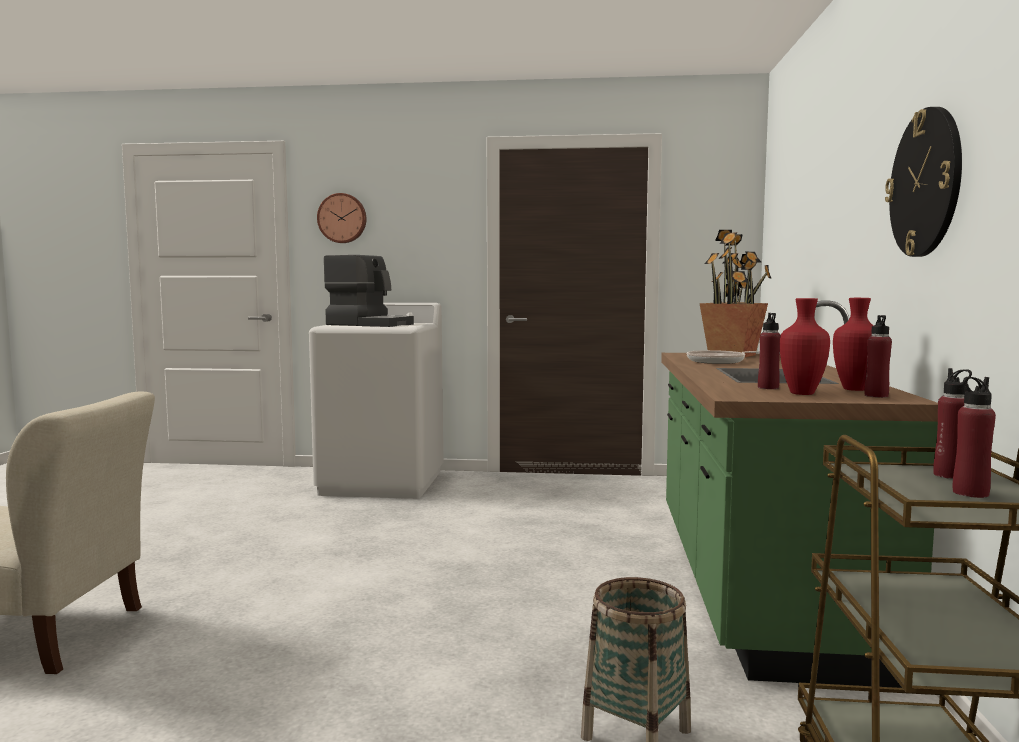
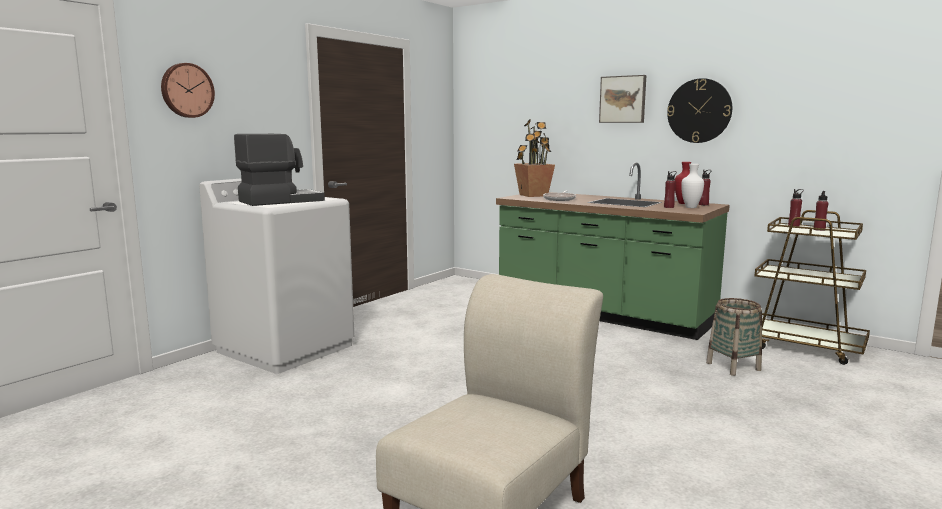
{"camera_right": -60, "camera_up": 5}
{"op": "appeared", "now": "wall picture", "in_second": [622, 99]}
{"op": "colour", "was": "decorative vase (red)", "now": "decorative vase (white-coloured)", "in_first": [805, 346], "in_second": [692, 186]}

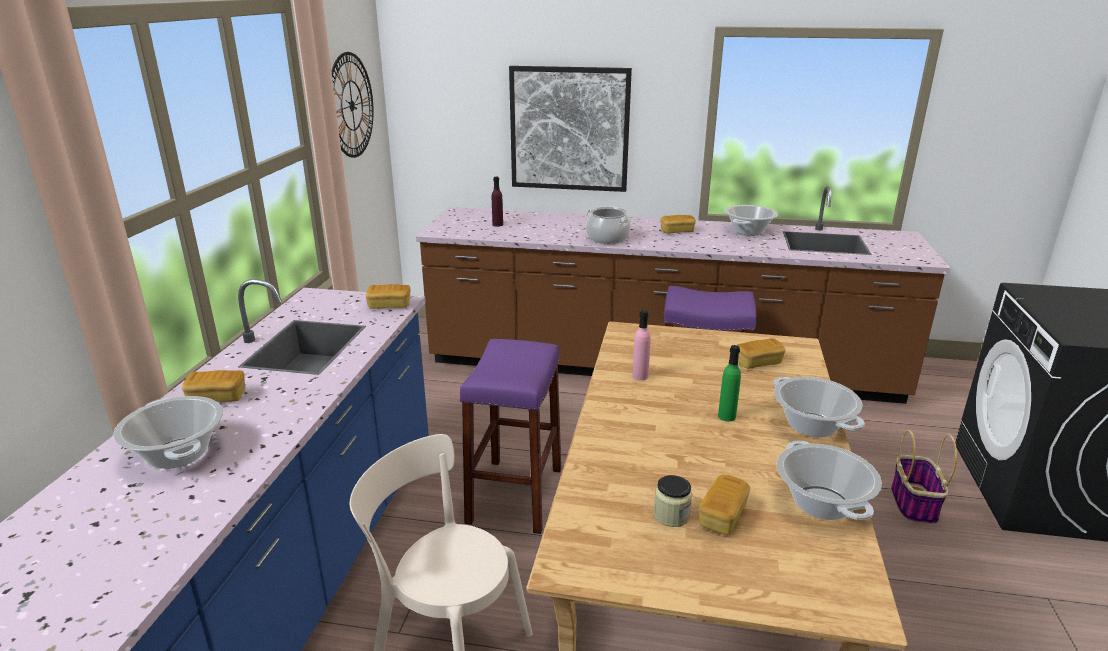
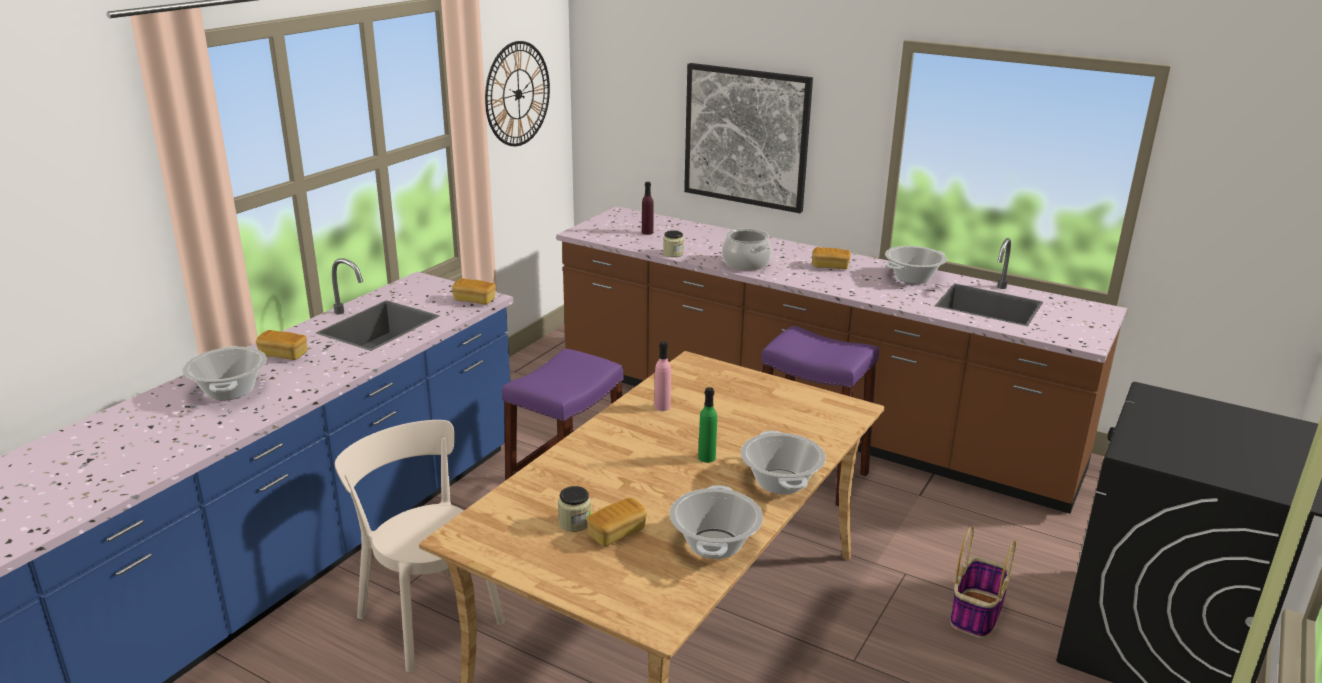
{"camera_right": 20, "camera_up": 0}
{"op": "appeared", "now": "storage jar", "in_second": [673, 243]}
{"op": "missing", "was": "bread", "in_first": [761, 353]}

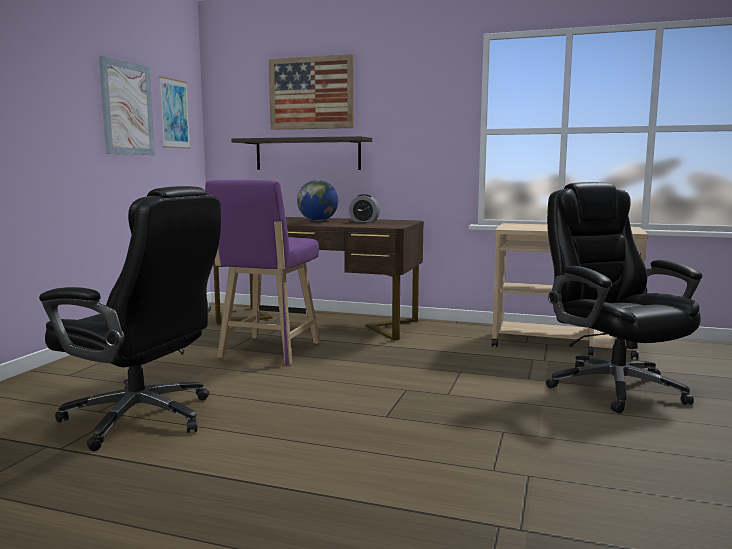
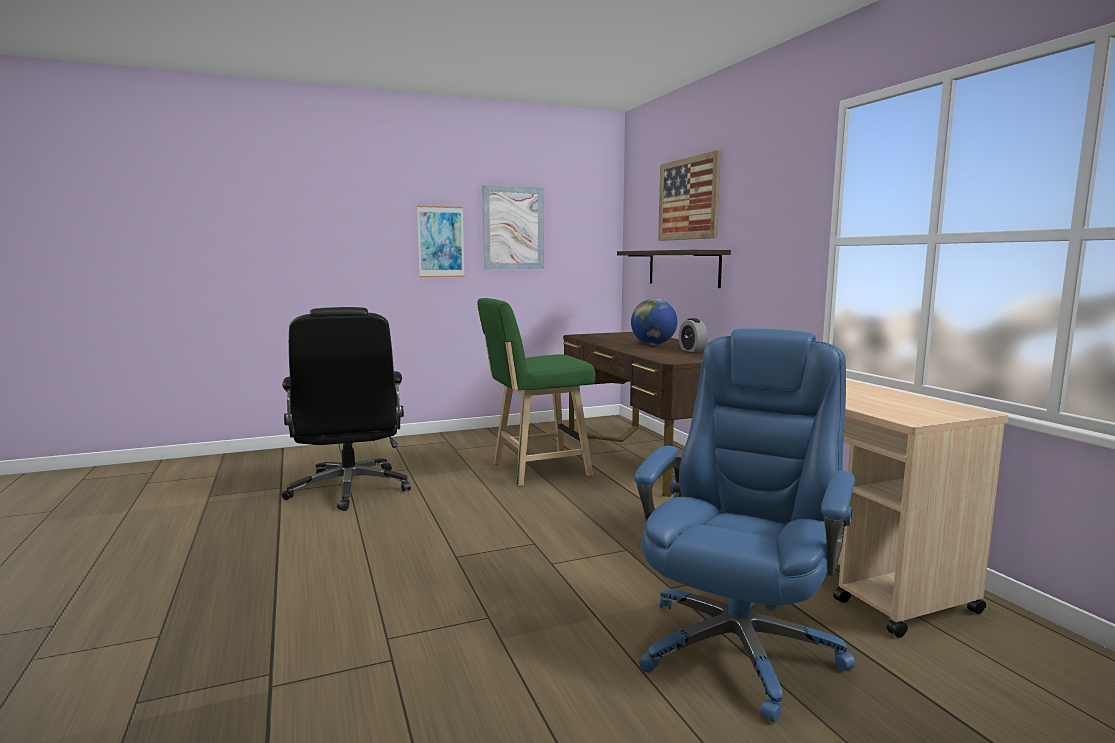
{"camera_right": 50, "camera_up": 0}
{"op": "relocated", "was": "wall picture", "in_first": [175, 112], "in_second": [441, 241]}
{"op": "colour", "was": "sitting stool (purplish)", "now": "sitting stool (green-coloured)", "in_first": [262, 272], "in_second": [536, 392]}
{"op": "colour", "was": "computer chair (black-coloured)", "now": "computer chair (blue-coloured)", "in_first": [624, 298], "in_second": [744, 525]}

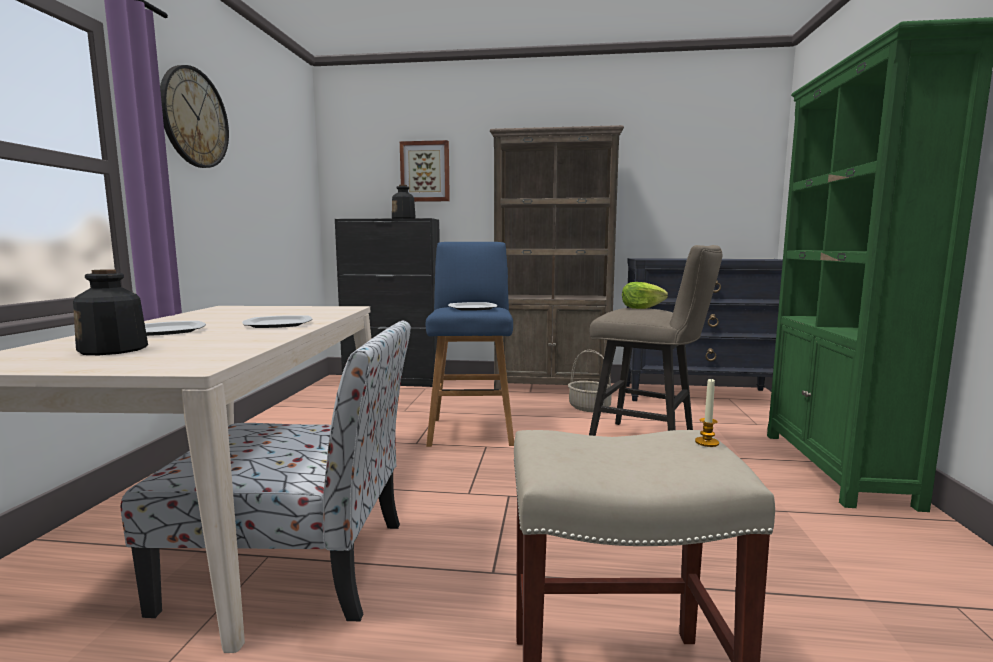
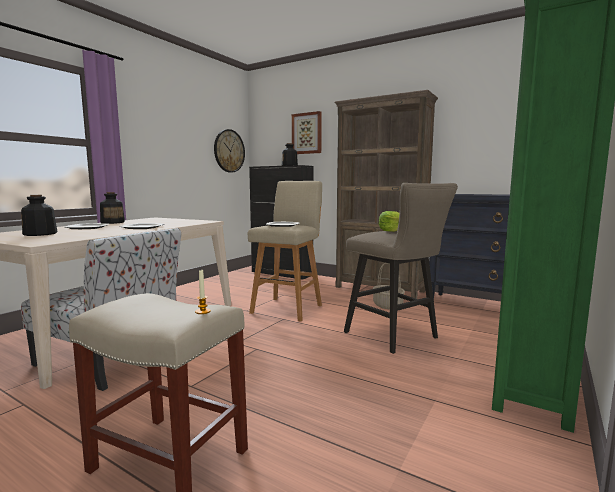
{"camera_right": 25, "camera_up": 0}
{"op": "appeared", "now": "drink bottle", "in_second": [112, 208]}
{"op": "relocated", "was": "clock on the wall", "in_first": [194, 116], "in_second": [229, 151]}
{"op": "colour", "was": "sitting stool (blue-coloured)", "now": "sitting stool (sand-coloured)", "in_first": [470, 344], "in_second": [285, 251]}

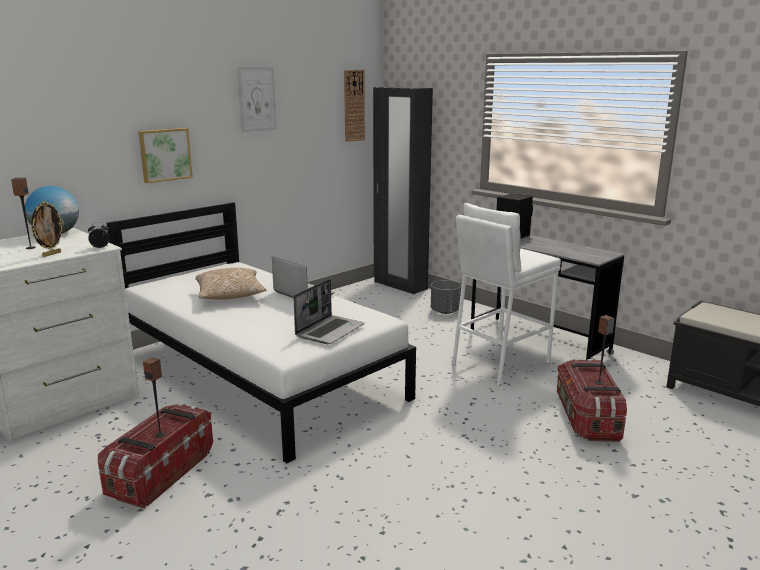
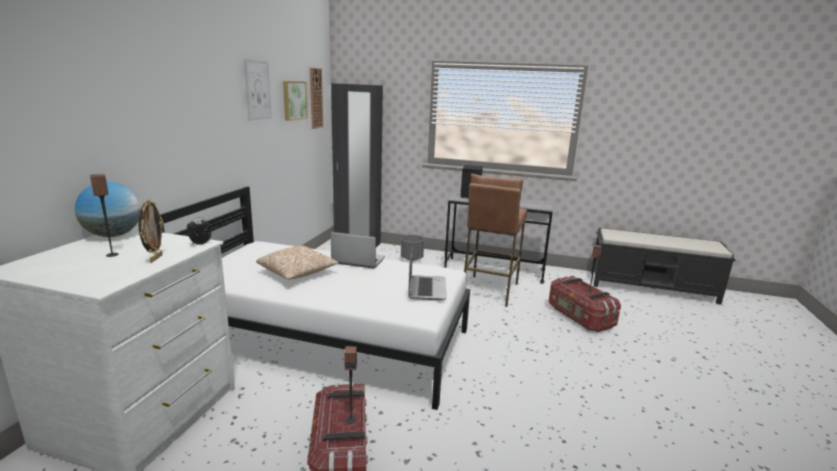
{"camera_right": -30, "camera_up": 0}
{"op": "relocated", "was": "wall picture", "in_first": [165, 155], "in_second": [295, 101]}
{"op": "colour", "was": "sitting stool (white-coloured)", "now": "sitting stool (brown)", "in_first": [506, 294], "in_second": [495, 240]}

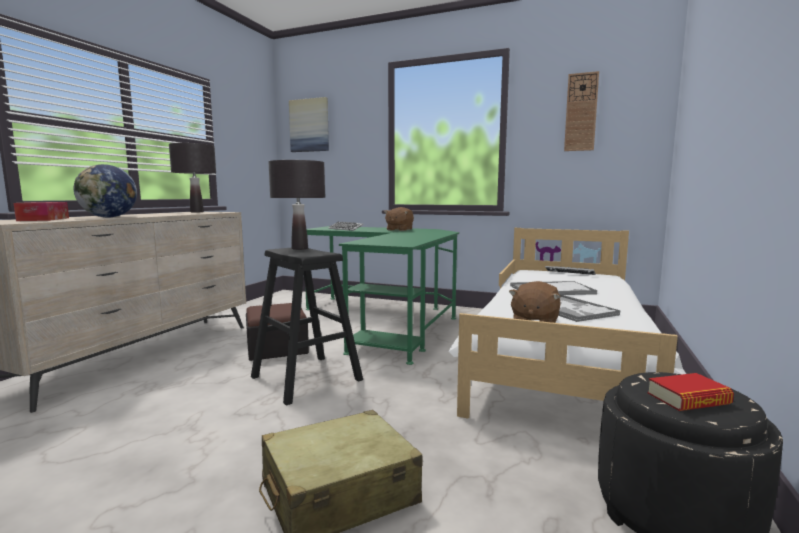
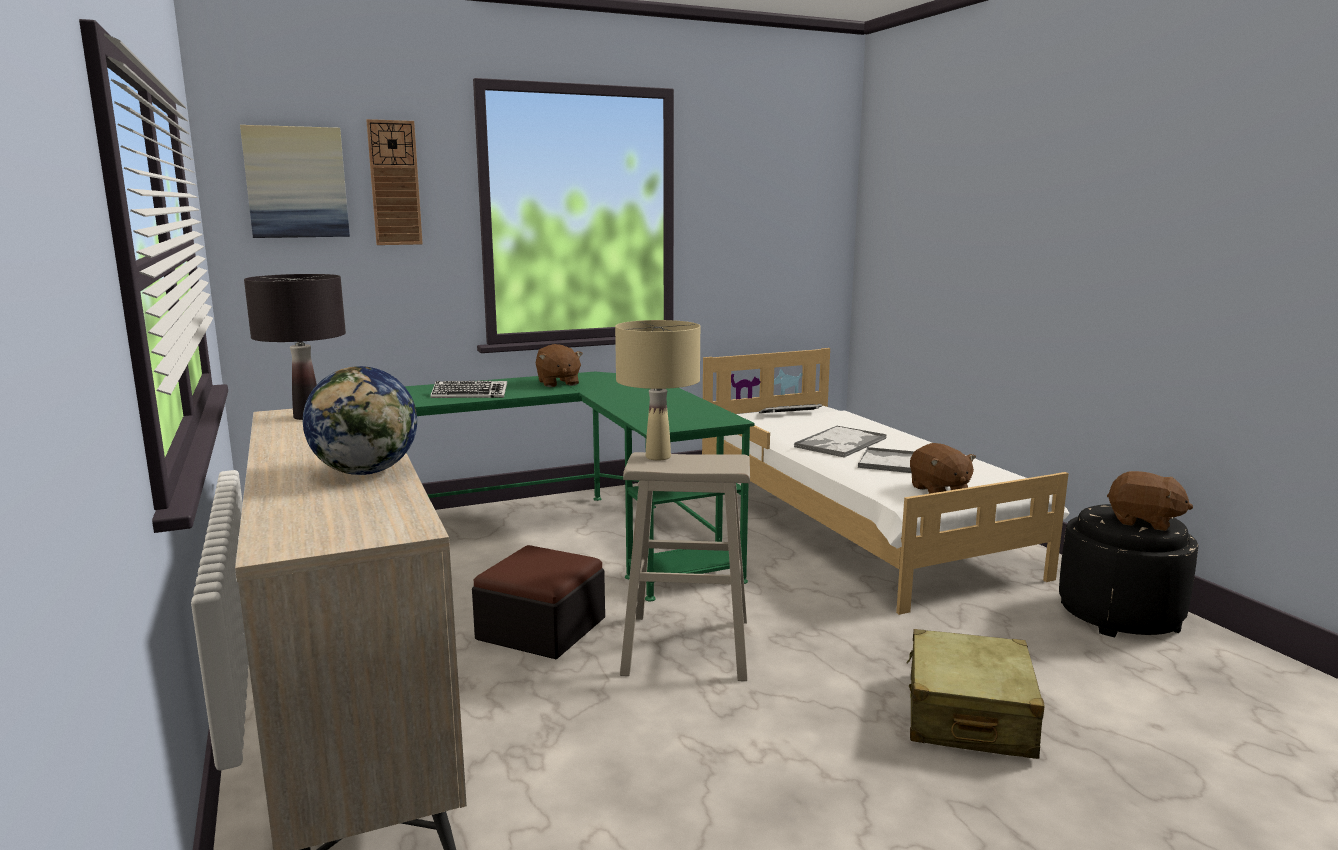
{"camera_right": -45, "camera_up": 5}
{"op": "relocated", "was": "clock on the wall", "in_first": [581, 111], "in_second": [394, 182]}
{"op": "colour", "was": "table lamp (black-coloured)", "now": "table lamp (sand-coloured)", "in_first": [296, 205], "in_second": [657, 390]}
{"op": "colour", "was": "sitting stool (black-coloured)", "now": "sitting stool (sand-coloured)", "in_first": [307, 327], "in_second": [685, 566]}
{"op": "exchanged", "was": "book", "now": "plush toy (brown)", "in_first": [690, 392], "in_second": [1150, 501]}
{"op": "missing", "was": "box of tissues", "in_first": [41, 211]}

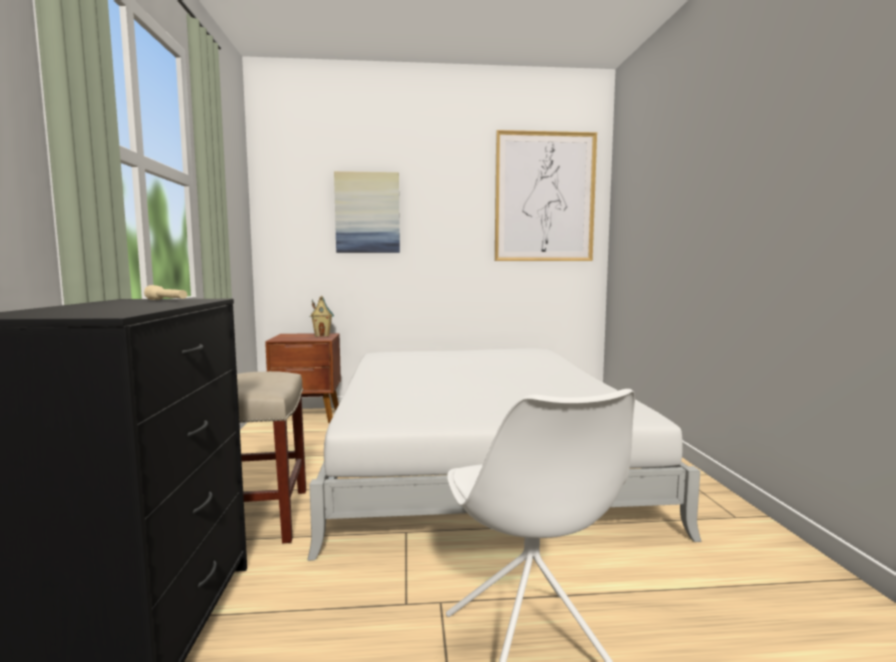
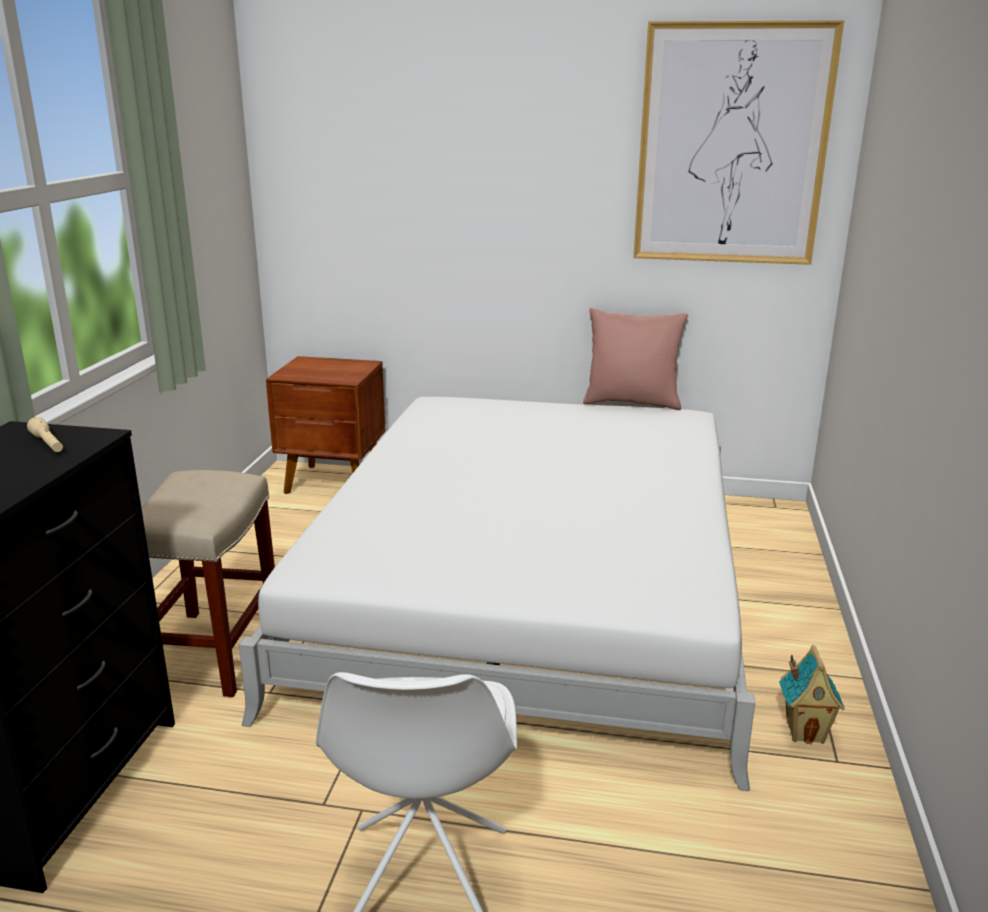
{"camera_right": 15, "camera_up": 15}
{"op": "appeared", "now": "pillow (pink-coloured)", "in_second": [635, 359]}
{"op": "relocated", "was": "toy house", "in_first": [322, 316], "in_second": [812, 694]}
{"op": "missing", "was": "wall picture", "in_first": [367, 212]}

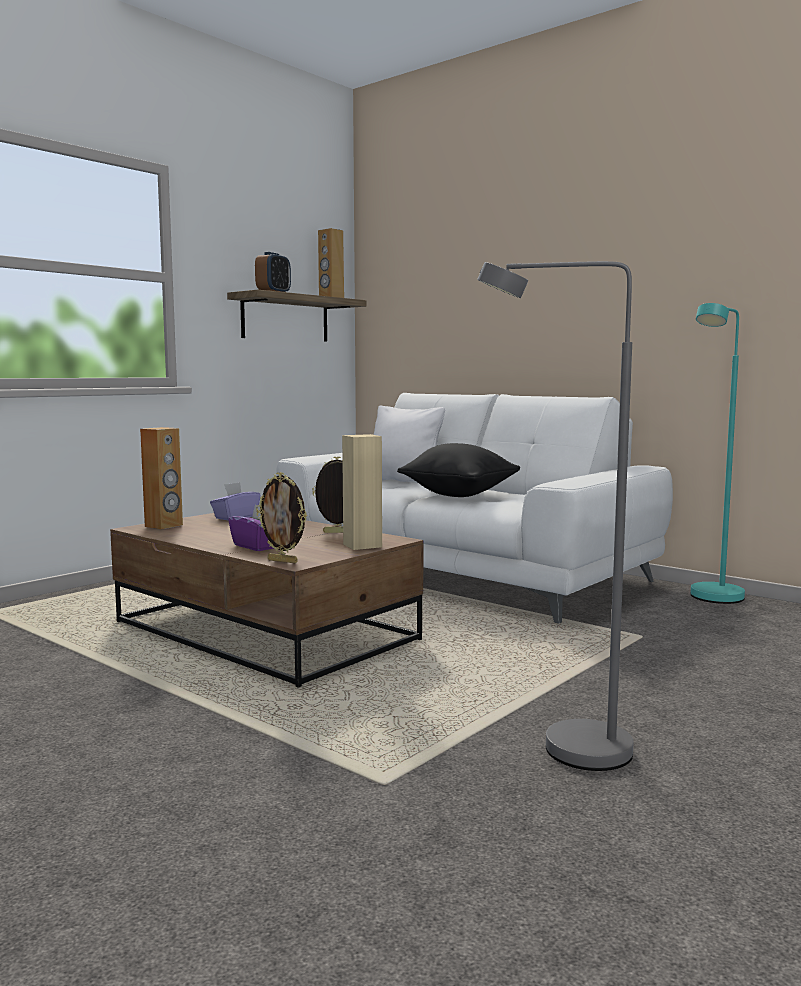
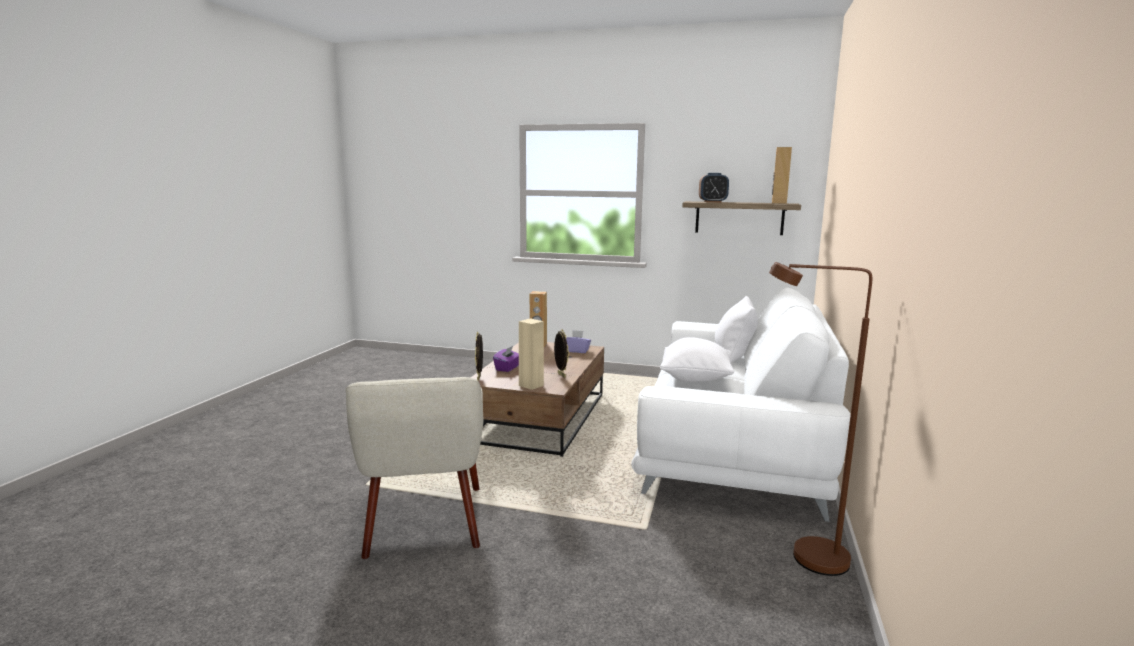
{"camera_right": 65, "camera_up": 5}
{"op": "exchanged", "was": "standing lamp (gray)", "now": "lounge chair (sand-coloured)", "in_first": [555, 516], "in_second": [414, 468]}
{"op": "colour", "was": "pillow (black-coloured)", "now": "pillow (white-coloured)", "in_first": [458, 470], "in_second": [697, 359]}
{"op": "colour", "was": "standing lamp (turquoise-coloured)", "now": "standing lamp (brown)", "in_first": [718, 453], "in_second": [820, 419]}

